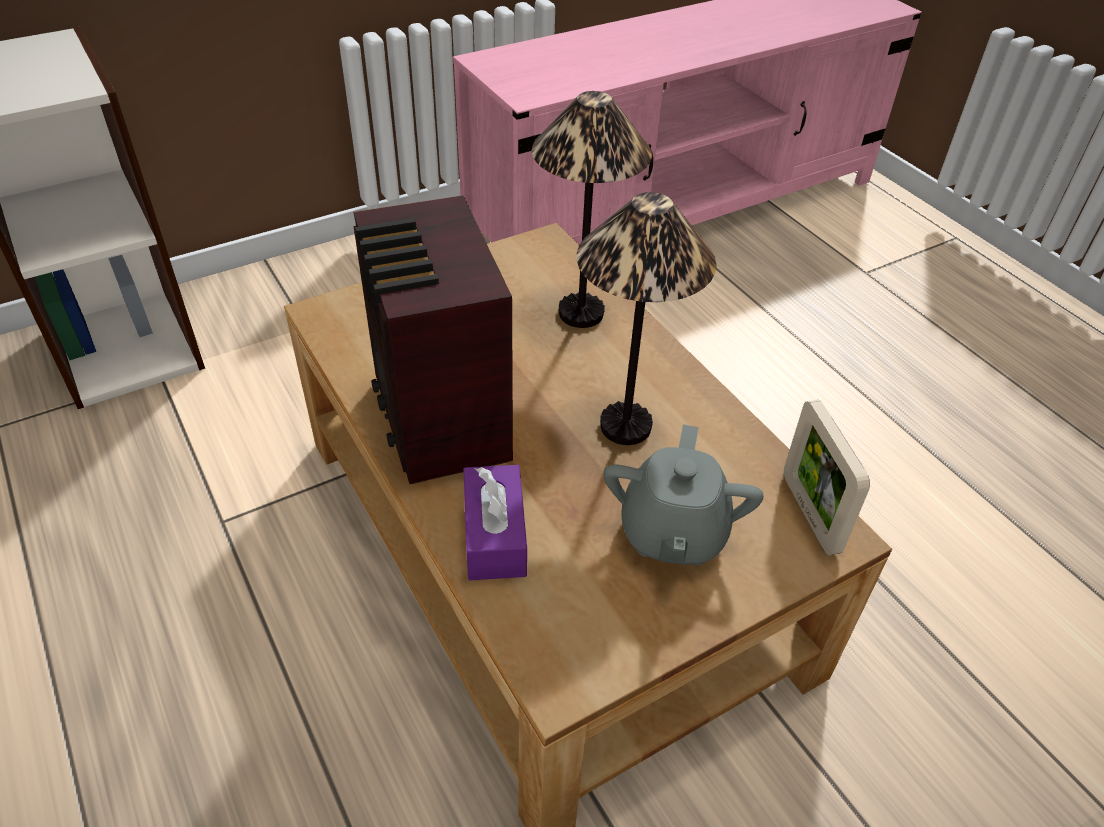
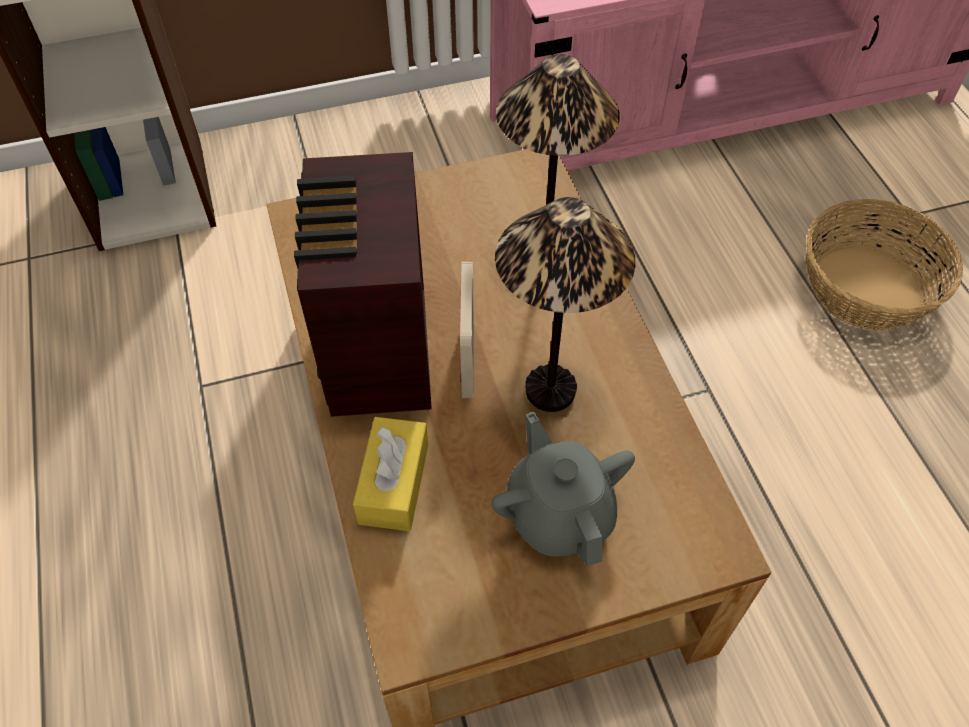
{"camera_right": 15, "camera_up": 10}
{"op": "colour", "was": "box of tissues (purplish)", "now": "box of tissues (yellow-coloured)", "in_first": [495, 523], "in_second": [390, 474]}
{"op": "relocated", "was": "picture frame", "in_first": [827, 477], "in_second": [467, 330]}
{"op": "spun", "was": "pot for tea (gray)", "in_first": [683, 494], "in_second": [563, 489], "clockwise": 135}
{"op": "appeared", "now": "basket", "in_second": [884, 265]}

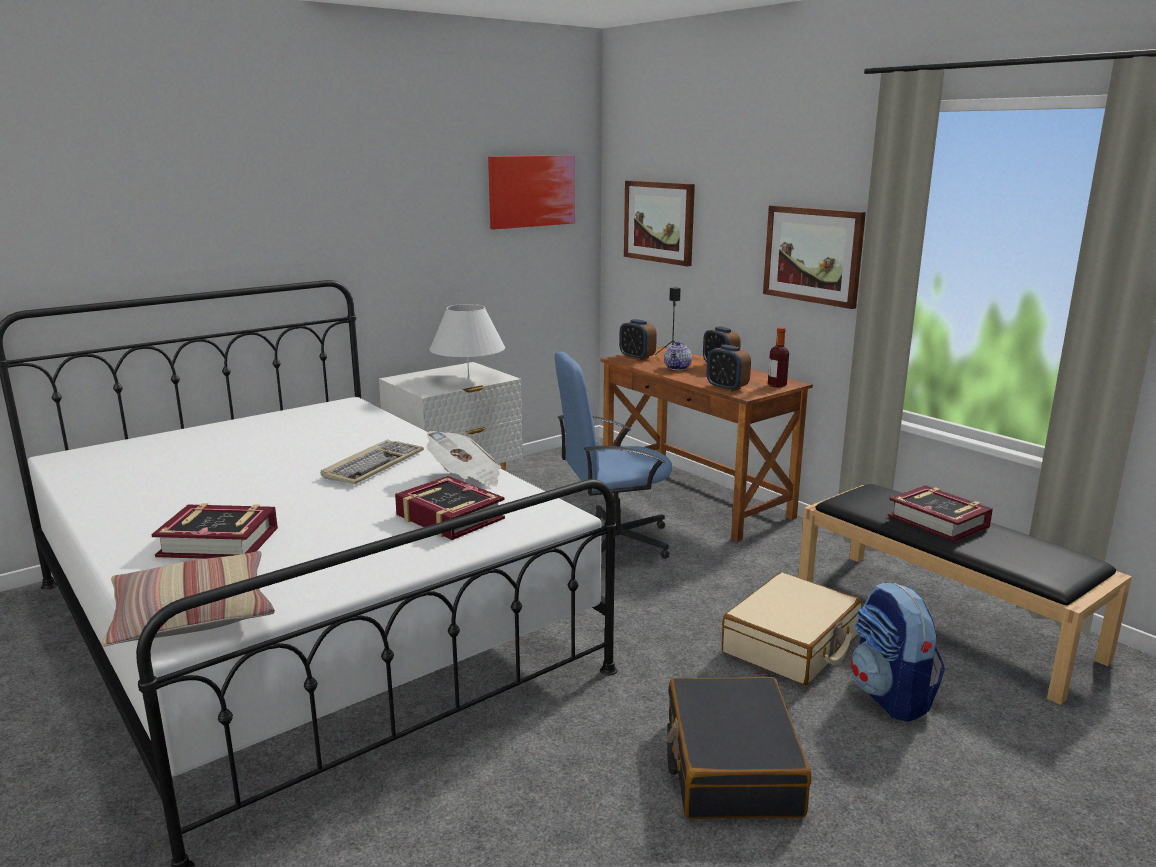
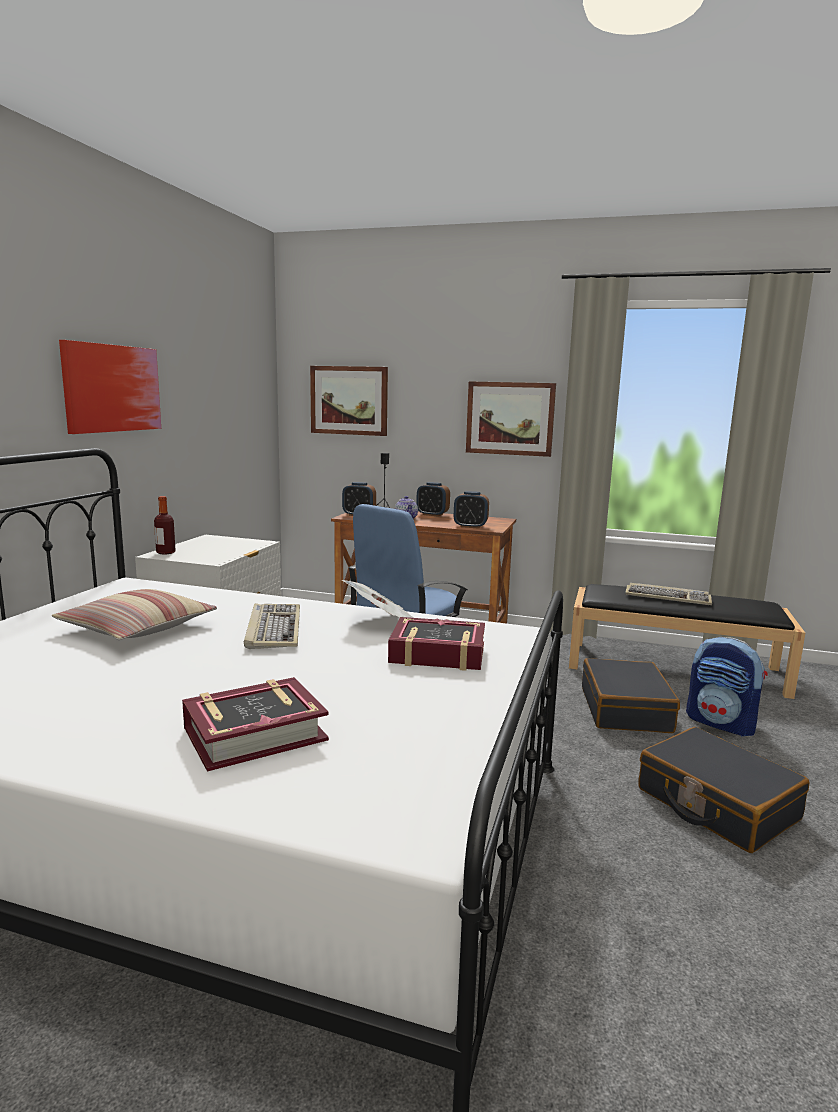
{"camera_right": -35, "camera_up": -5}
{"op": "relocated", "was": "pillow", "in_first": [188, 598], "in_second": [134, 614]}
{"op": "relocated", "was": "wall picture", "in_first": [531, 192], "in_second": [110, 387]}
{"op": "relocated", "was": "drink bottle", "in_first": [778, 357], "in_second": [165, 525]}
{"op": "colour", "was": "travel case (sand-coloured)", "now": "travel case (black-coloured)", "in_first": [792, 628], "in_second": [631, 695]}
{"op": "exchanged", "was": "book", "now": "PC keyboard", "in_first": [940, 513], "in_second": [668, 594]}
{"op": "missing", "was": "table lamp (white-coloured)", "in_first": [467, 341]}

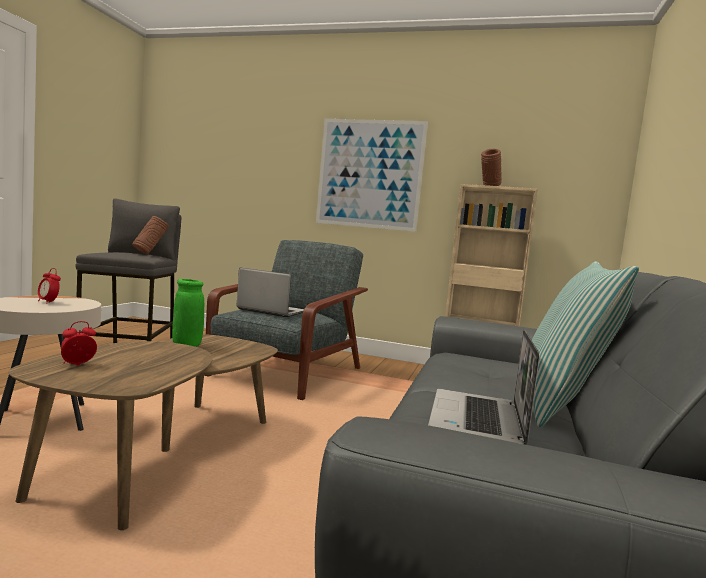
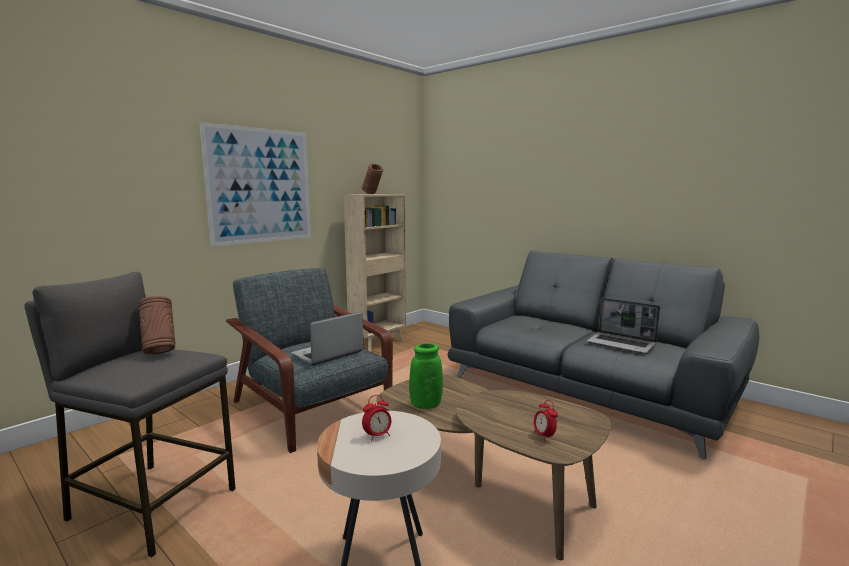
{"camera_right": -65, "camera_up": 5}
{"op": "missing", "was": "pillow", "in_first": [585, 344]}

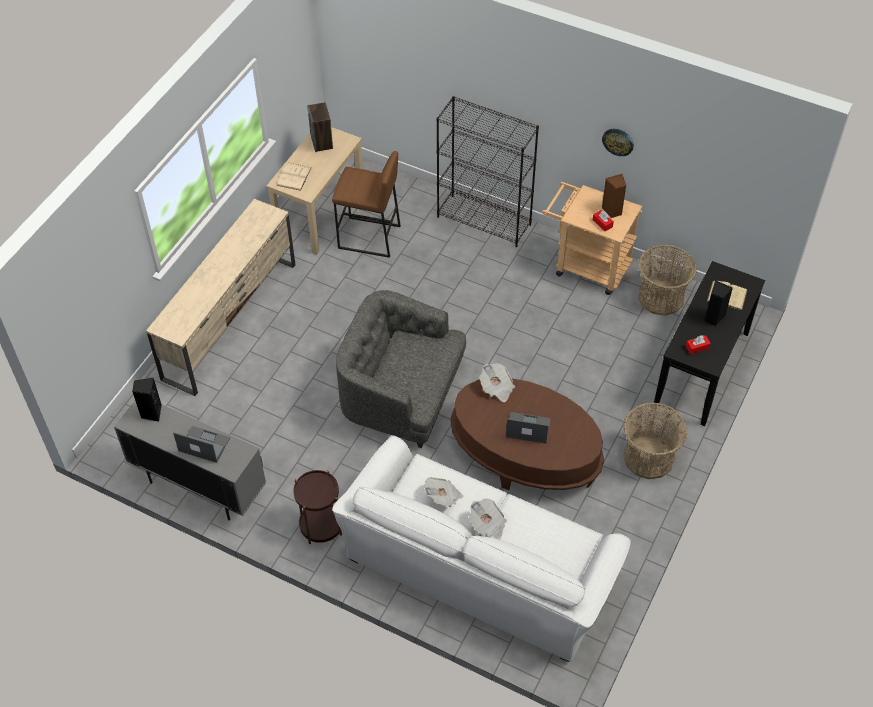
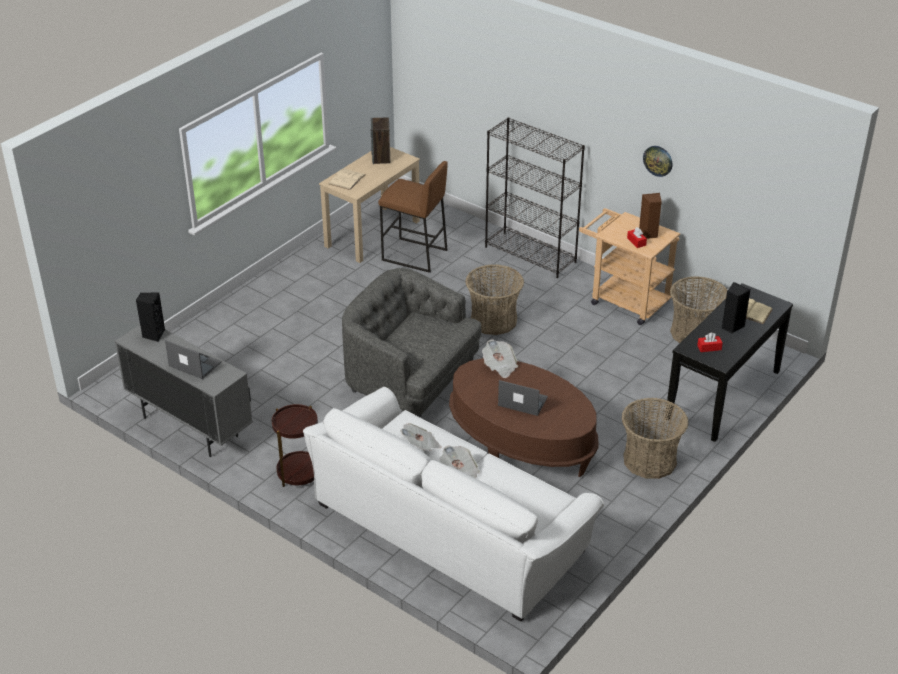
{"camera_right": 10, "camera_up": -15}
{"op": "appeared", "now": "basket", "in_second": [495, 300]}
{"op": "missing", "was": "tv stand (sand-coloured)", "in_first": [221, 297]}

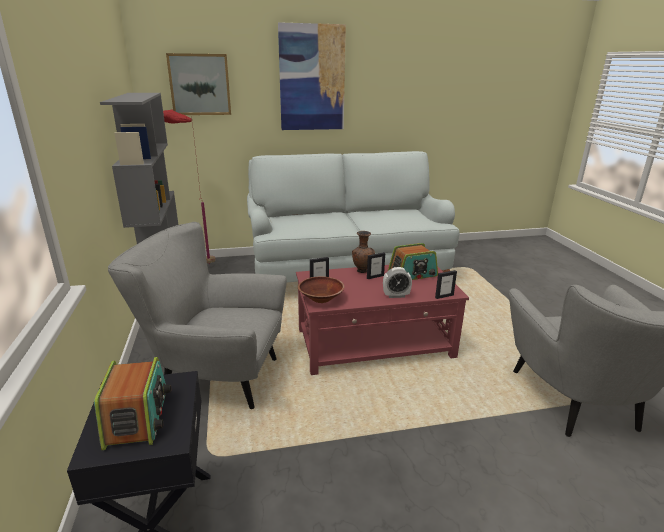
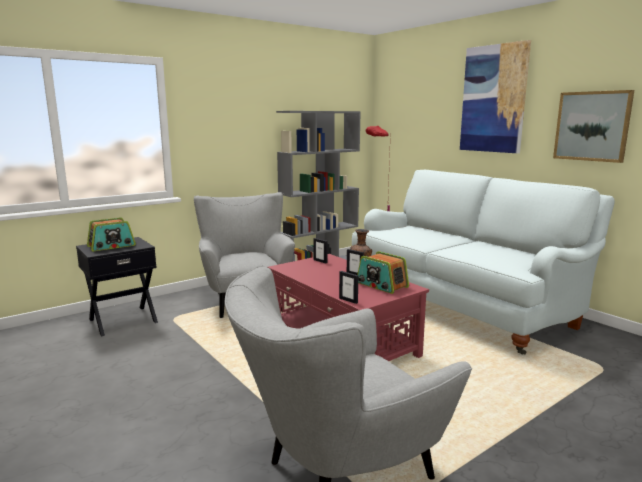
{"camera_right": 65, "camera_up": -10}
{"op": "relocated", "was": "wall picture", "in_first": [198, 84], "in_second": [593, 126]}
{"op": "missing", "was": "bowl (brown)", "in_first": [321, 289]}
{"op": "missing", "was": "bedside clock", "in_first": [397, 282]}

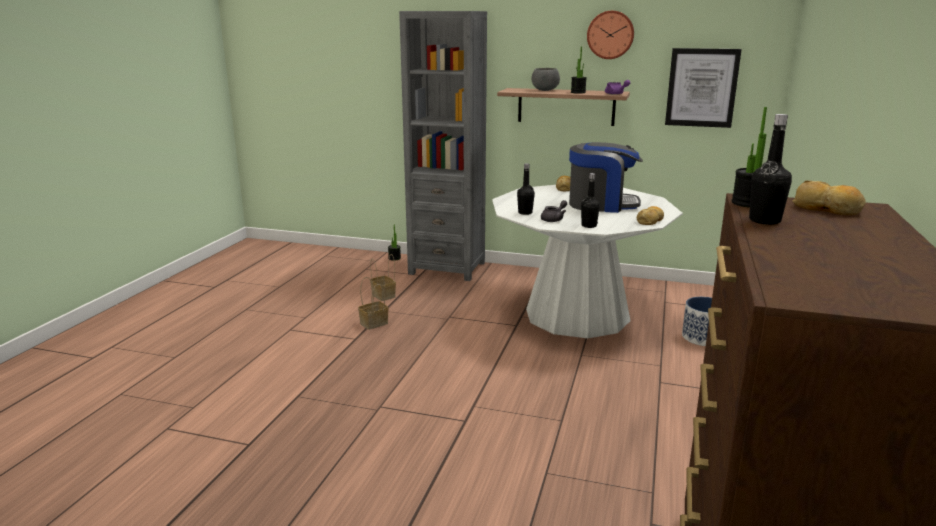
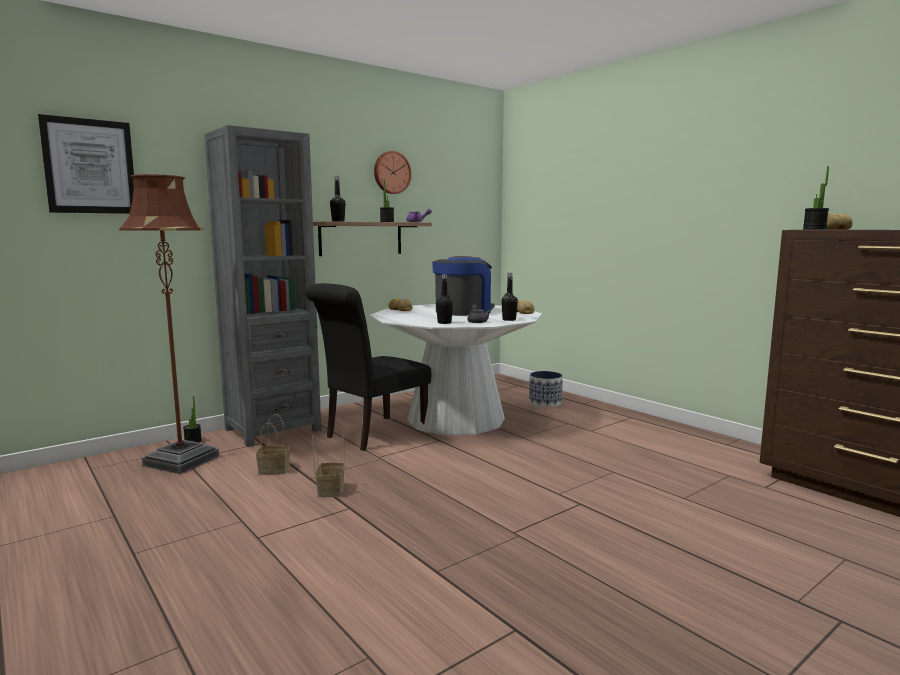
{"camera_right": -55, "camera_up": -10}
{"op": "relocated", "was": "wall picture", "in_first": [703, 88], "in_second": [86, 164]}
{"op": "appeared", "now": "standing lamp (brown)", "in_second": [169, 324]}
{"op": "appeared", "now": "chair (black-coloured)", "in_second": [368, 367]}
{"op": "relocated", "was": "drink bottle (black-coloured)", "in_first": [770, 169], "in_second": [337, 199]}
{"op": "missing", "was": "bowl (gray)", "in_first": [546, 79]}

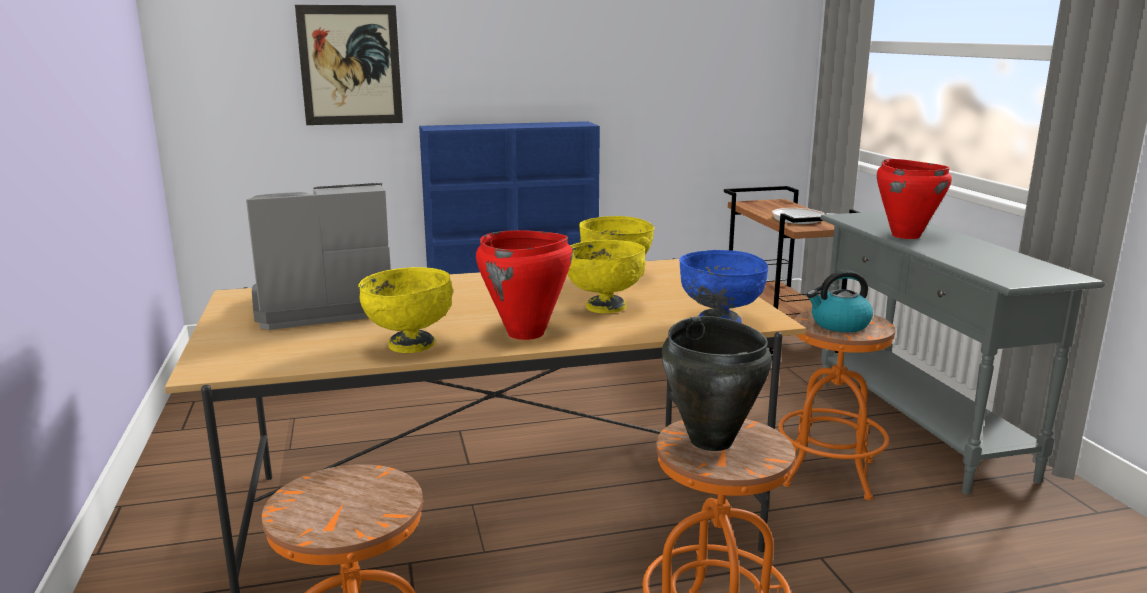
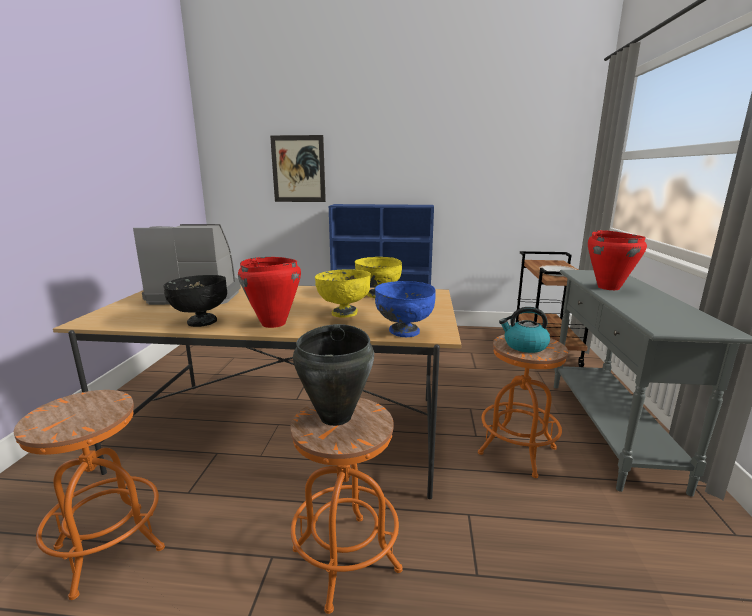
{"camera_right": 20, "camera_up": 0}
{"op": "colour", "was": "bowl (yellow-coloured)", "now": "bowl (black-coloured)", "in_first": [405, 310], "in_second": [195, 301]}

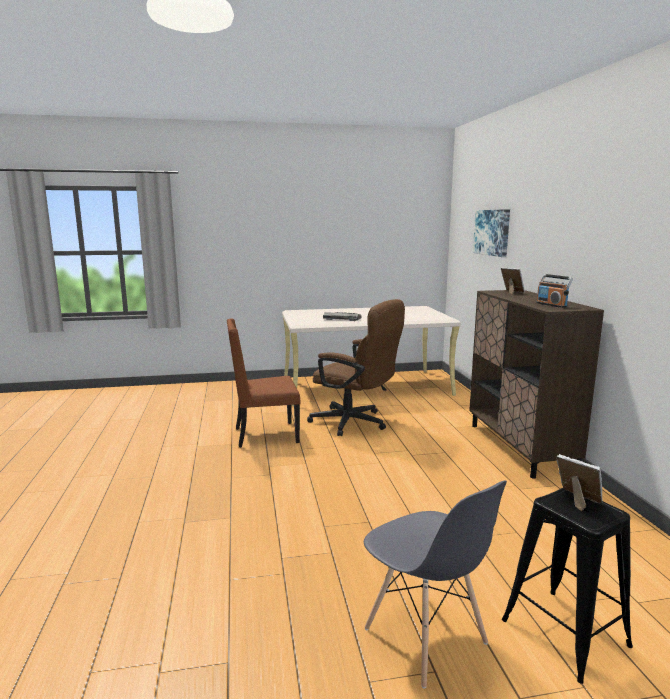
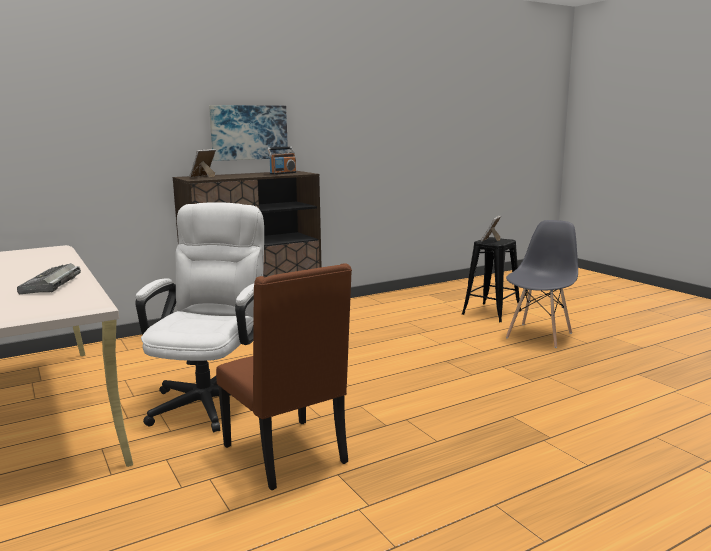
{"camera_right": -110, "camera_up": 0}
{"op": "colour", "was": "computer chair (brown)", "now": "computer chair (white-coloured)", "in_first": [356, 367], "in_second": [199, 317]}
{"op": "relocated", "was": "wall picture", "in_first": [491, 233], "in_second": [248, 133]}

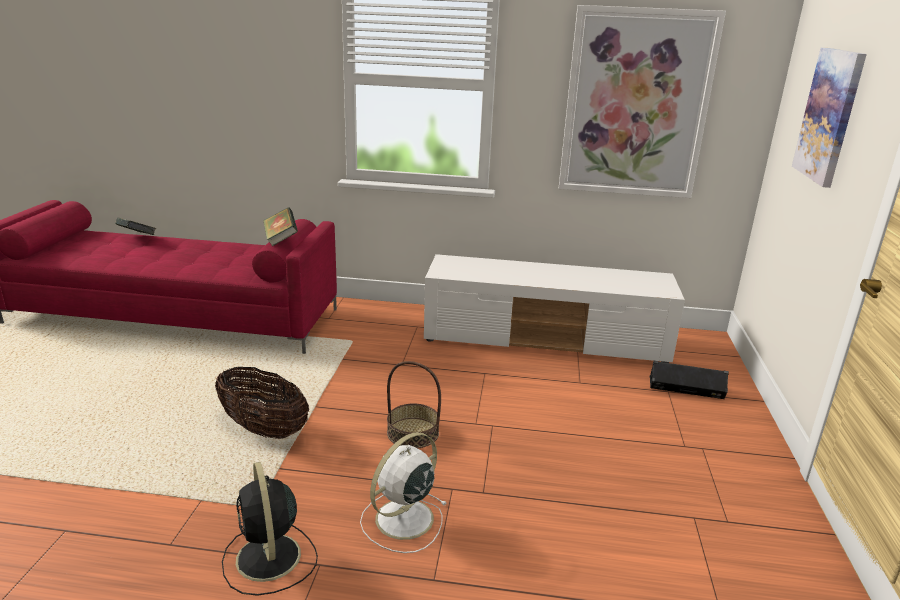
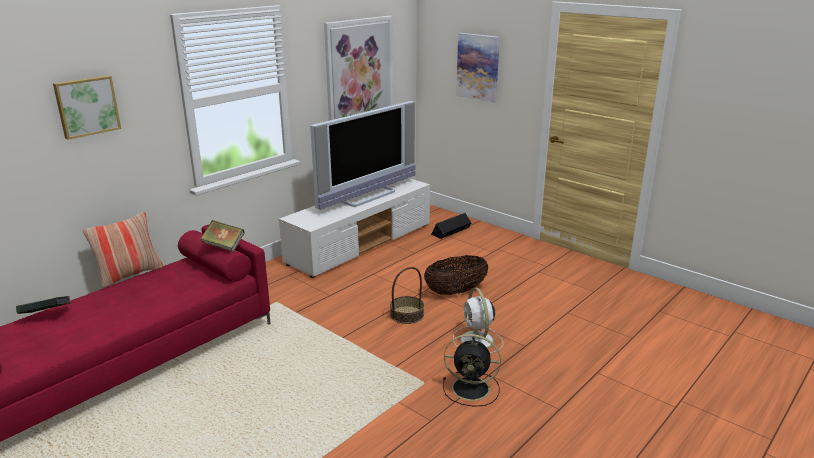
{"camera_right": -55, "camera_up": 0}
{"op": "appeared", "now": "wall picture", "in_second": [87, 107]}
{"op": "appeared", "now": "pillow", "in_second": [123, 250]}
{"op": "appeared", "now": "television", "in_second": [362, 155]}
{"op": "relocated", "was": "basket", "in_first": [262, 403], "in_second": [456, 275]}

